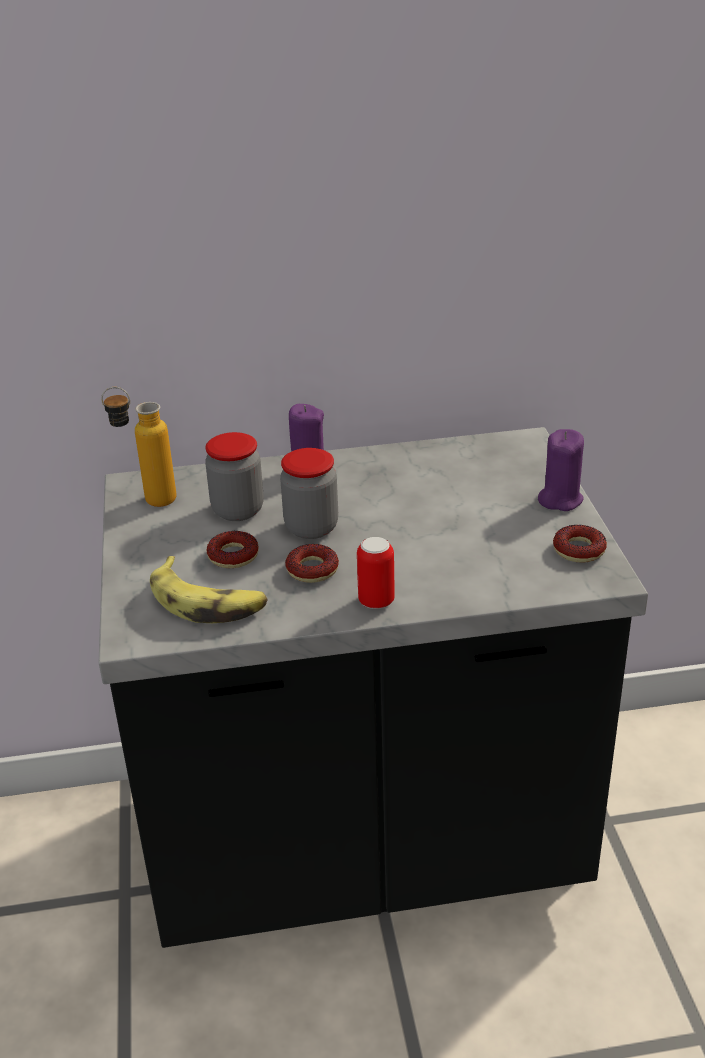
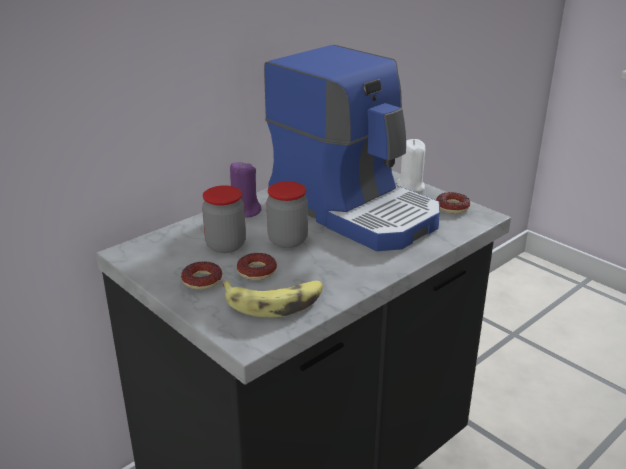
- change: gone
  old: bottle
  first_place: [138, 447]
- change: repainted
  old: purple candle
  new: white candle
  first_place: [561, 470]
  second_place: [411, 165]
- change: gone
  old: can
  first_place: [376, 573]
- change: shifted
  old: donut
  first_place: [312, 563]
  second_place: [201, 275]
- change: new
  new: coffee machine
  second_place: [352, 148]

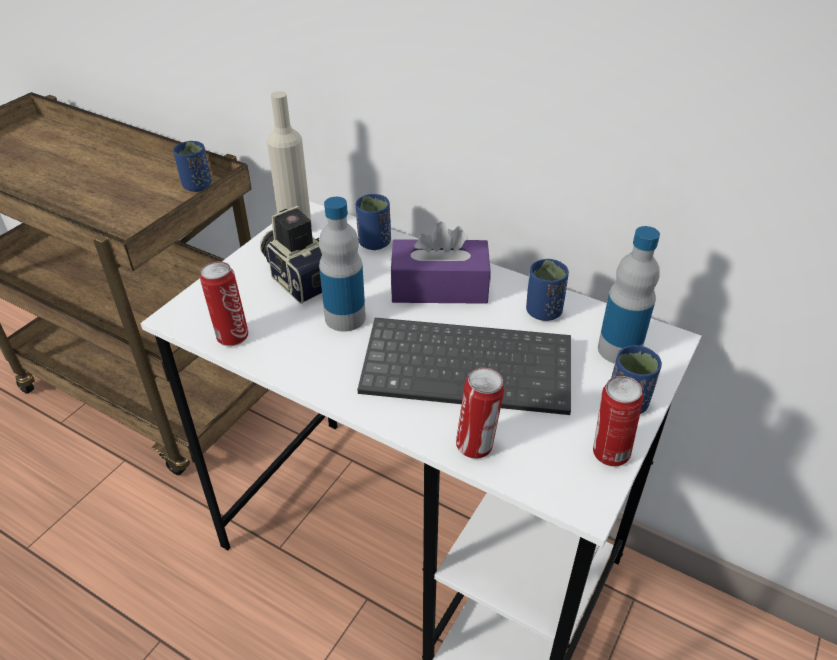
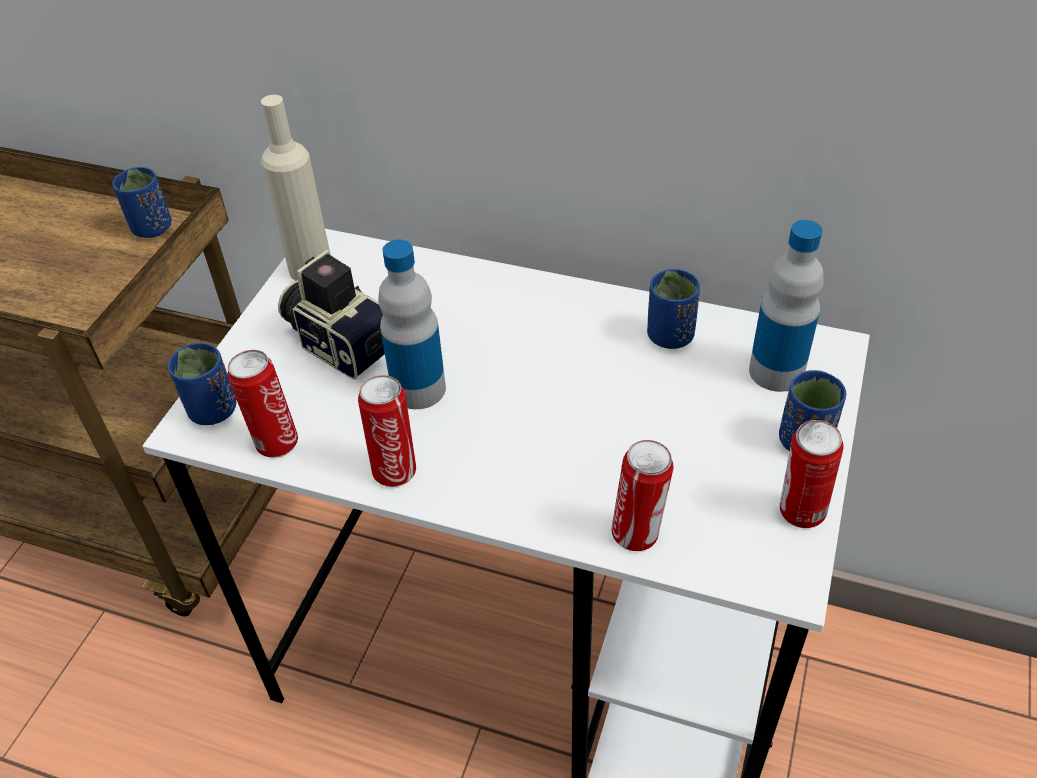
- change: shifted
  old: blue cup
  first_place: [373, 222]
  second_place: [202, 384]
- change: gone
  old: purple tissue box
  first_place: [440, 263]
- change: gone
  old: keyboard
  first_place: [464, 366]
- change: new
  new: can
  second_place: [387, 431]

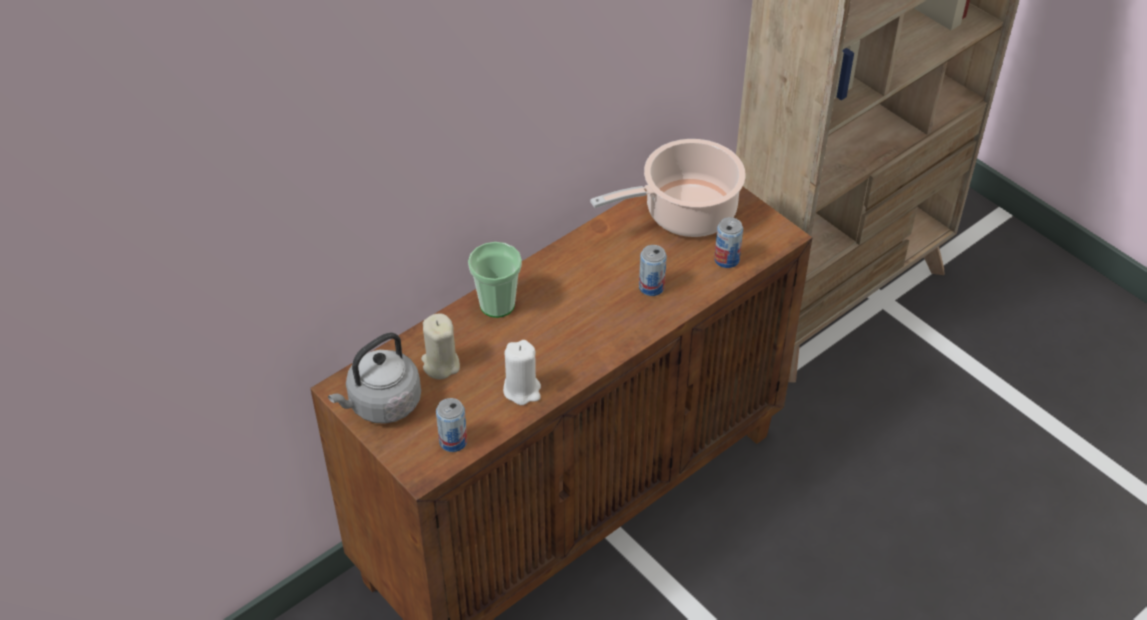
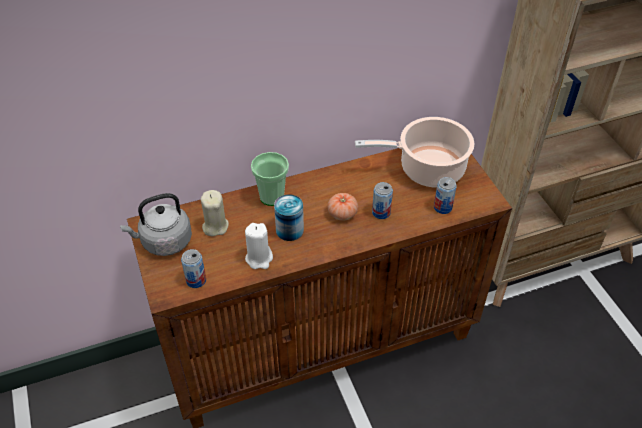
- change: new
  new: tomato
  second_place: [342, 207]
- change: new
  new: can
  second_place: [289, 217]

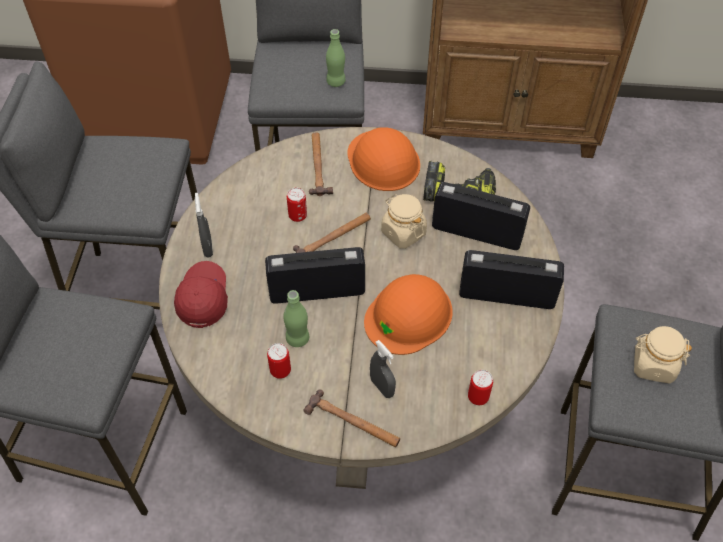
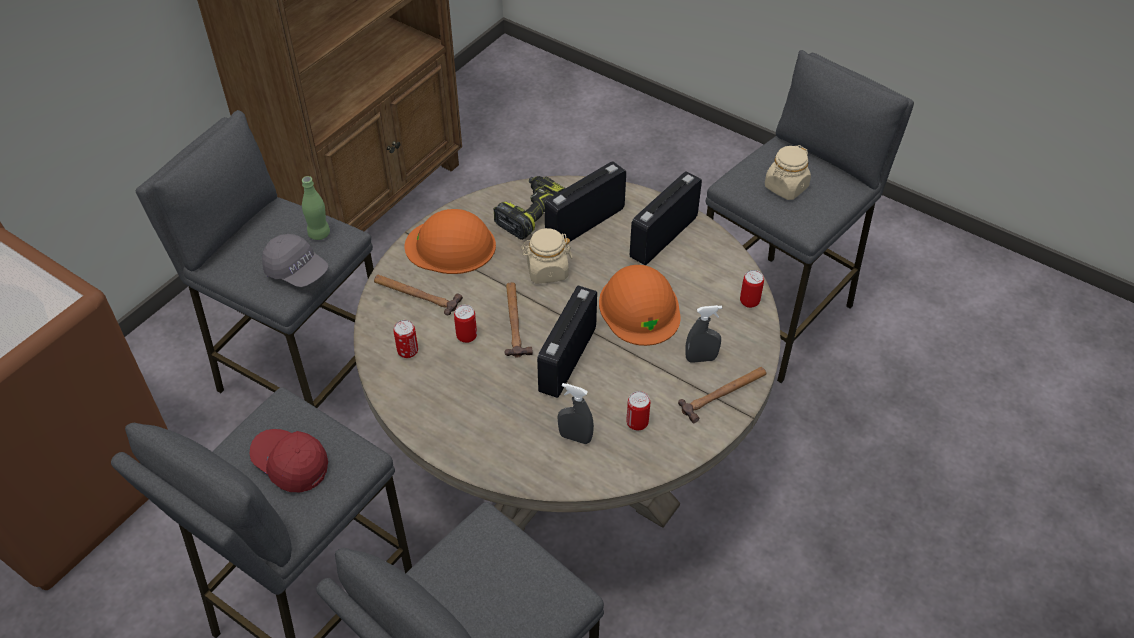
- change: shifted
  old: grey spray bottle
  first_place: [204, 225]
  second_place: [576, 413]
- change: shifted
  old: red cap
  first_place: [201, 294]
  second_place: [289, 460]
- change: gone
  old: green bottle
  first_place: [296, 318]
- change: new
  new: grey cap
  second_place: [295, 260]
- change: new
  new: can
  second_place: [406, 339]

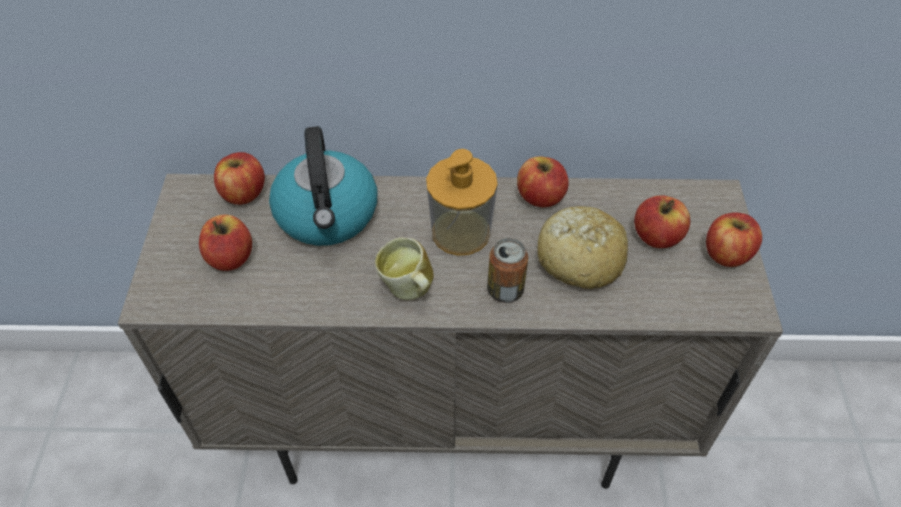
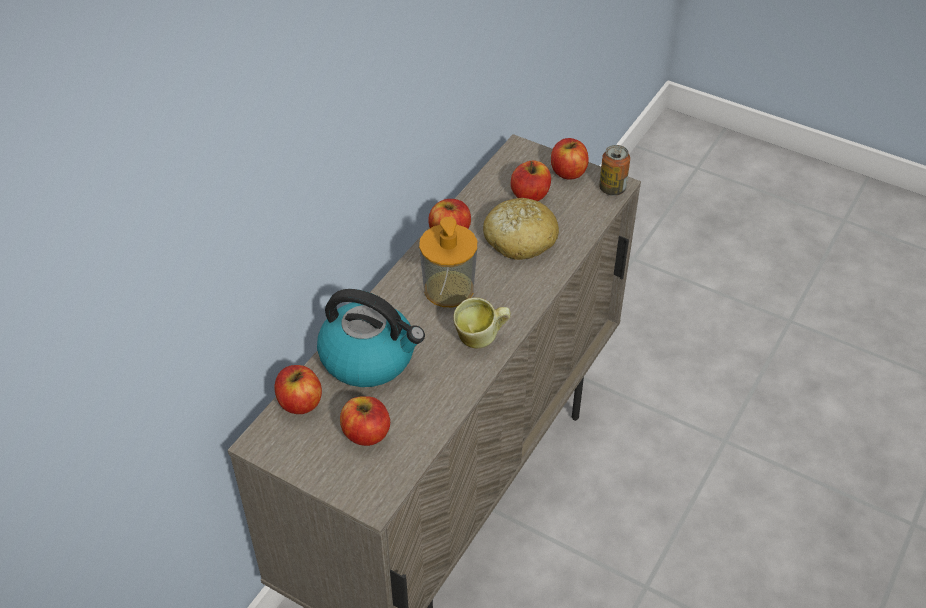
- change: shifted
  old: can
  first_place: [507, 270]
  second_place: [614, 170]

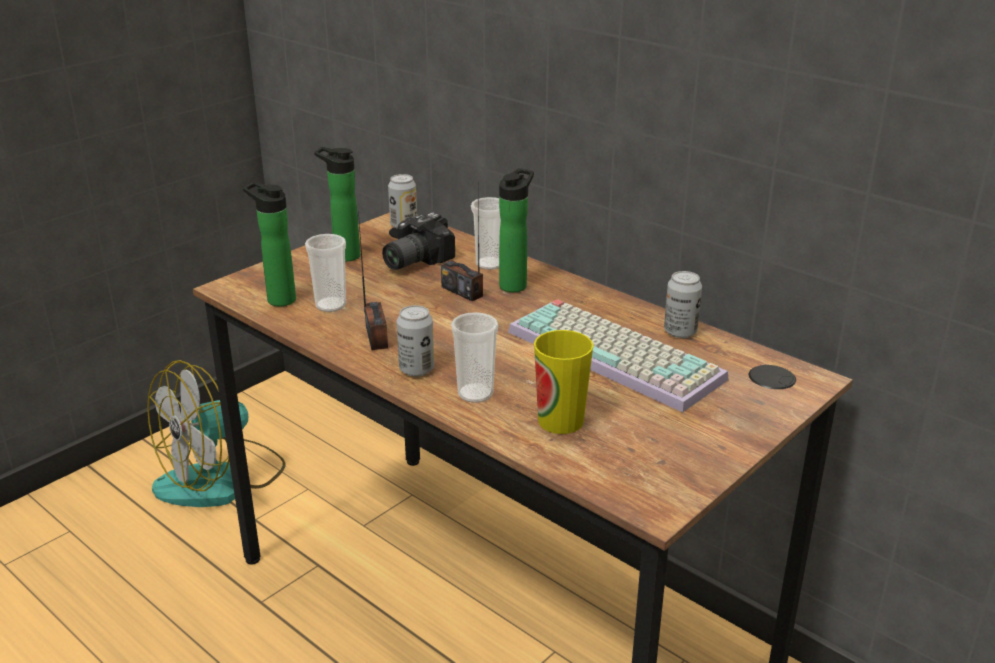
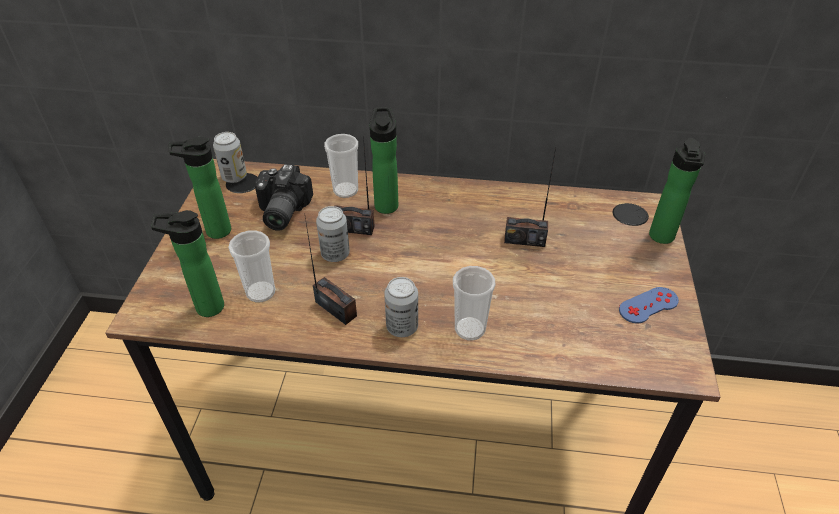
- change: shifted
  old: can
  first_place: [683, 304]
  second_place: [333, 234]
- change: swapped
  old: keyboard
  new: radio
  first_place: [618, 355]
  second_place: [530, 197]
- change: gone
  old: cup
  first_place: [564, 382]
- change: gone
  old: fan
  first_place: [216, 433]
- change: new
  new: bottle
  second_place: [677, 191]
- change: new
  new: blue game controller
  second_place: [649, 305]

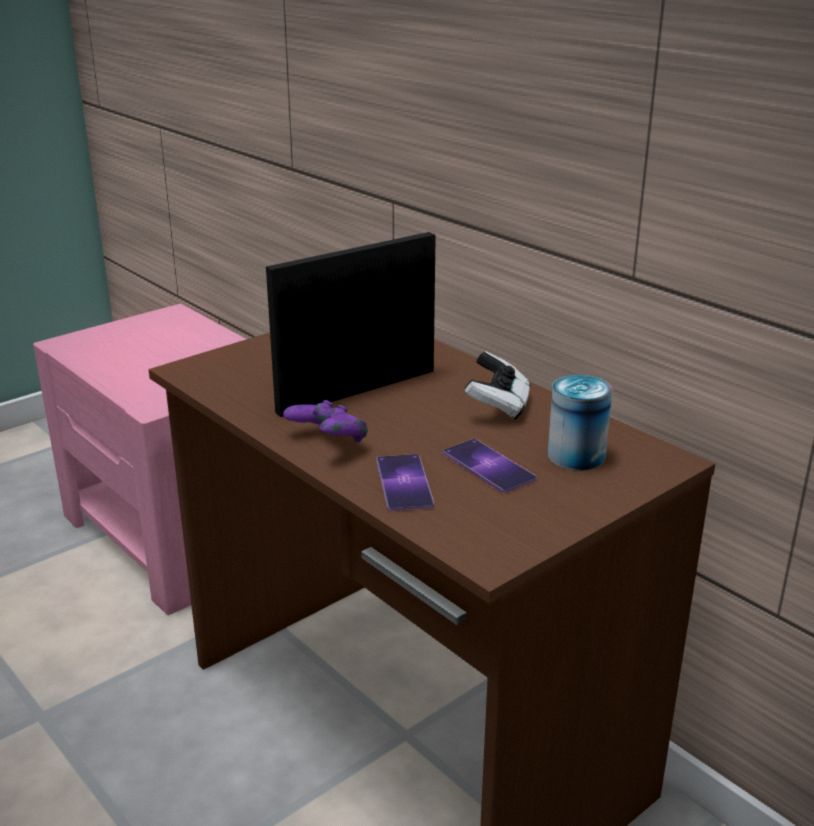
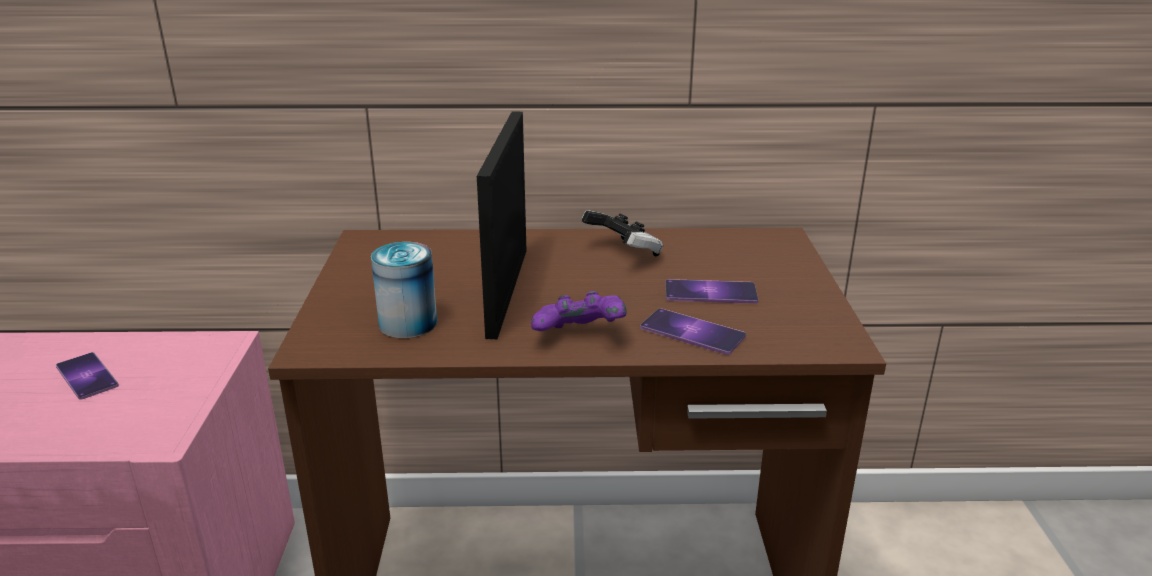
- change: shifted
  old: can
  first_place: [580, 423]
  second_place: [404, 290]
- change: new
  new: phone
  second_place: [87, 376]

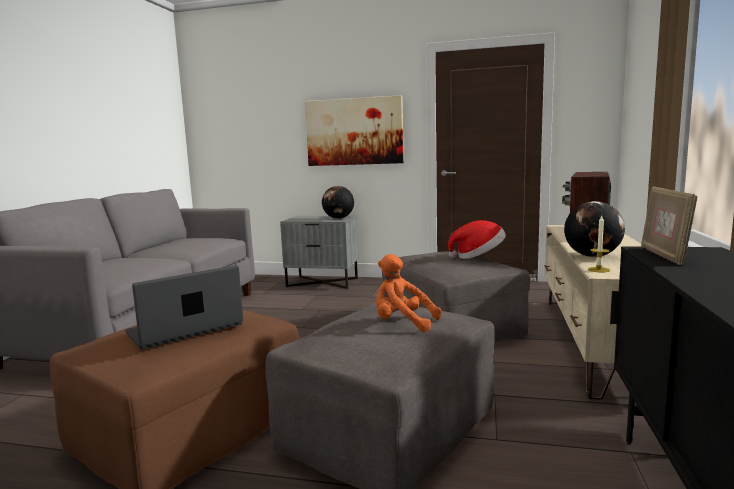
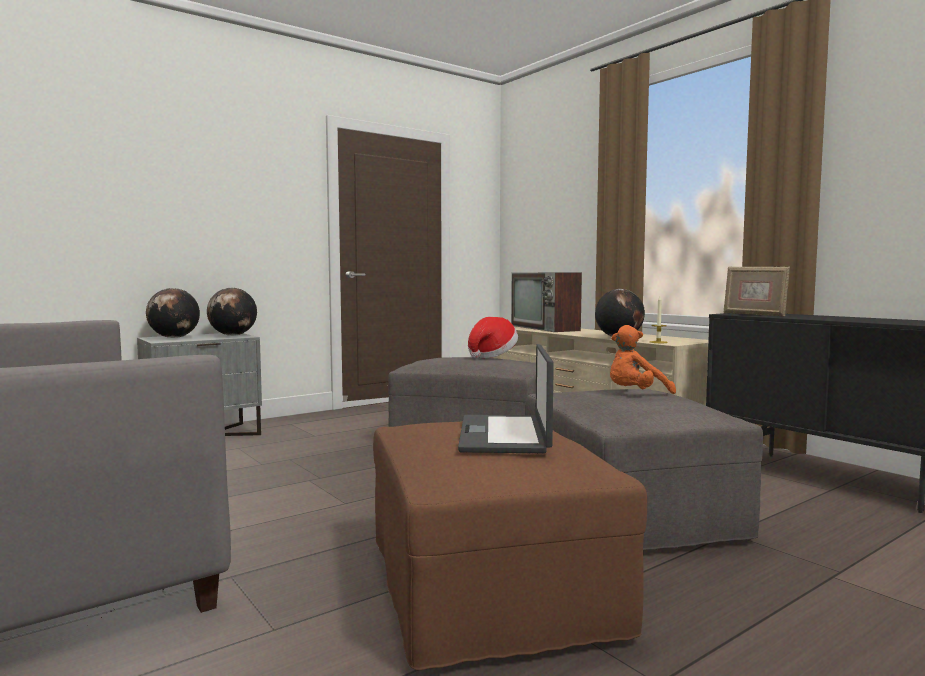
- change: gone
  old: picture
  first_place: [354, 130]
- change: new
  new: globe
  second_place: [173, 313]

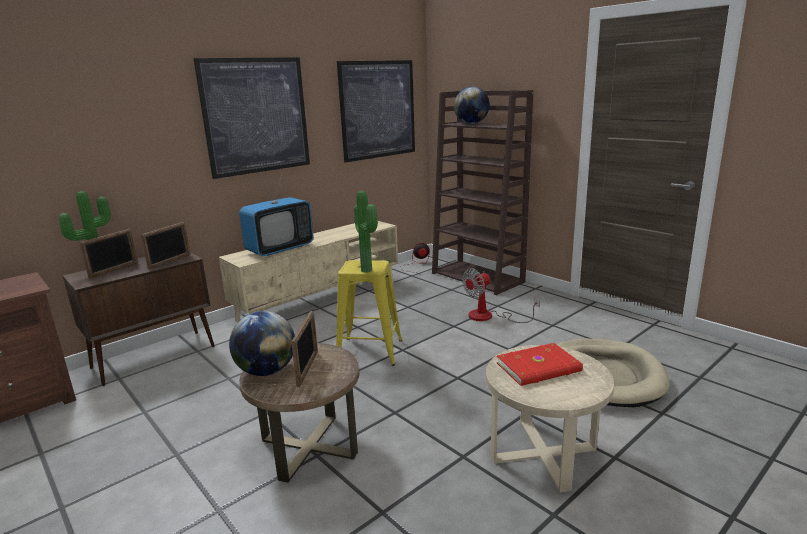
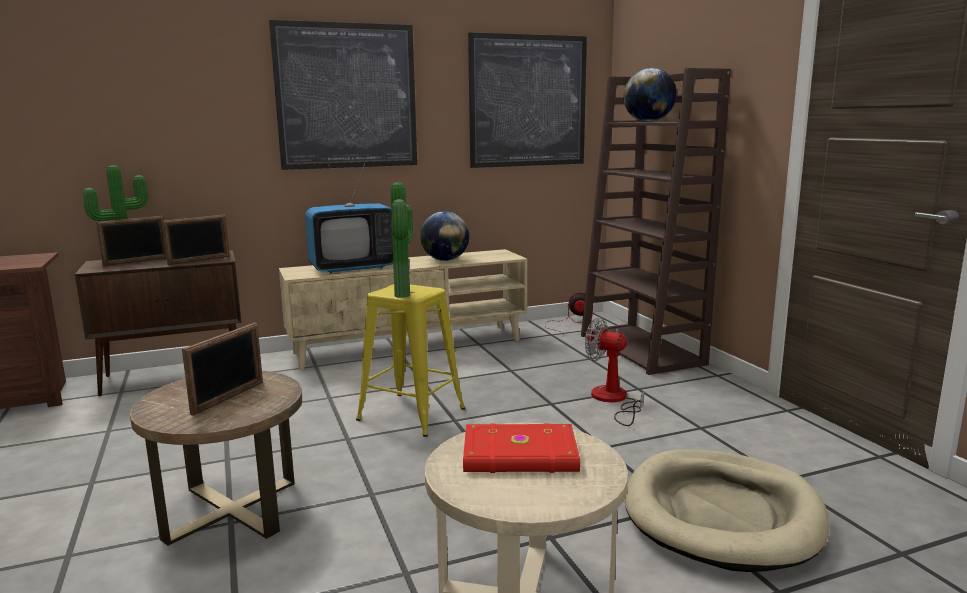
- change: rotated
  old: fan
  first_place: [501, 295]
  second_place: [614, 371]
  degrees: 45
- change: shifted
  old: globe
  first_place: [262, 343]
  second_place: [444, 236]

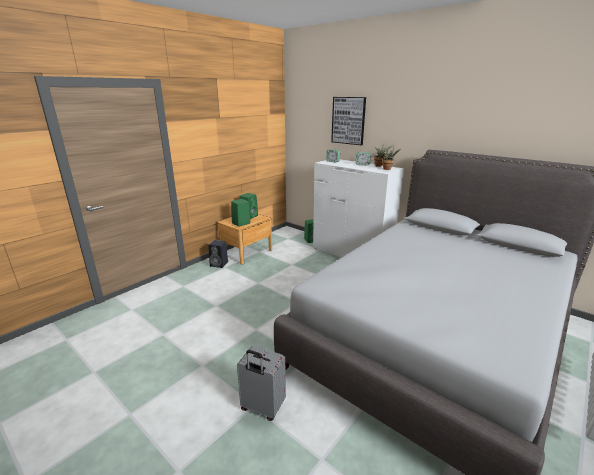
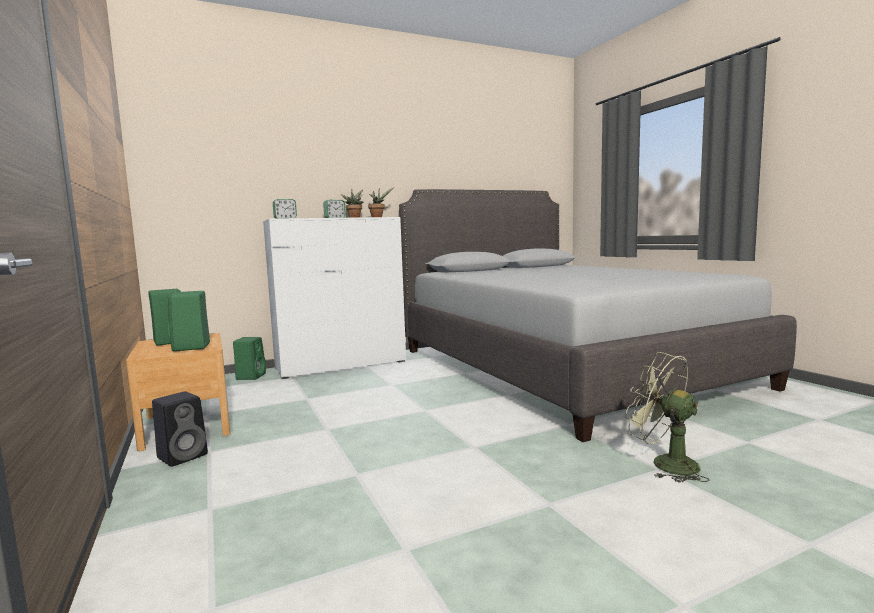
- change: gone
  old: picture
  first_place: [348, 121]
- change: swapped
  old: grey suitcase
  new: green fan
  first_place: [261, 383]
  second_place: [667, 417]

